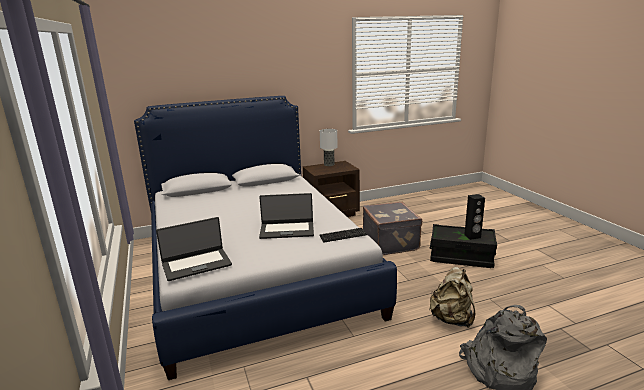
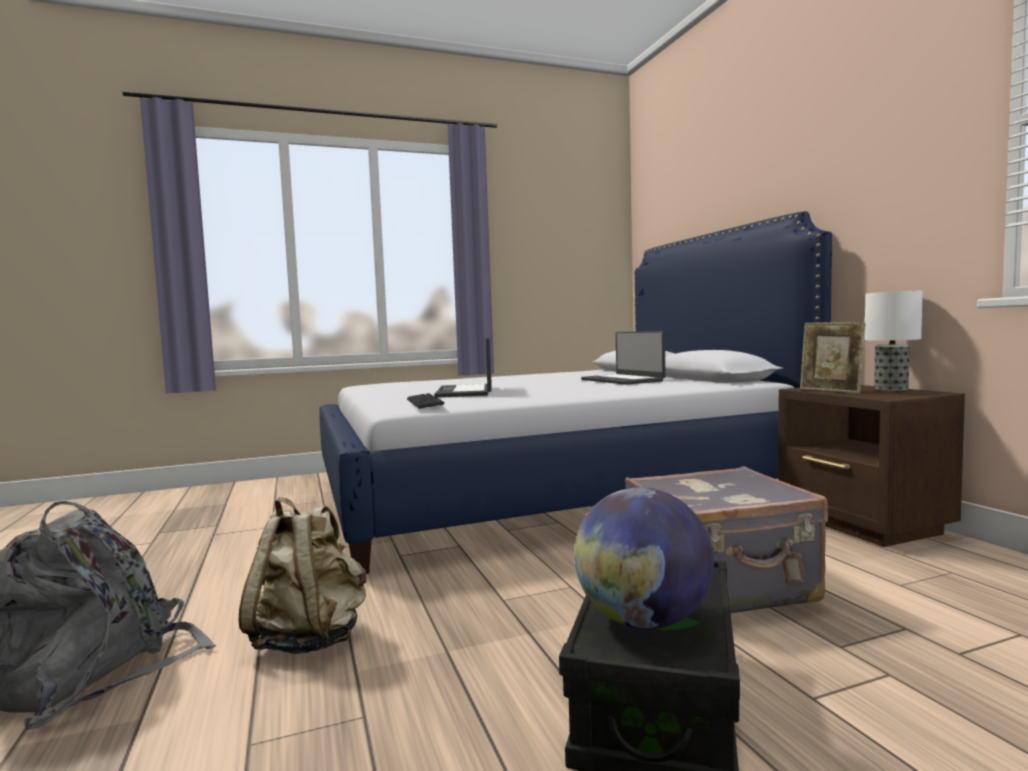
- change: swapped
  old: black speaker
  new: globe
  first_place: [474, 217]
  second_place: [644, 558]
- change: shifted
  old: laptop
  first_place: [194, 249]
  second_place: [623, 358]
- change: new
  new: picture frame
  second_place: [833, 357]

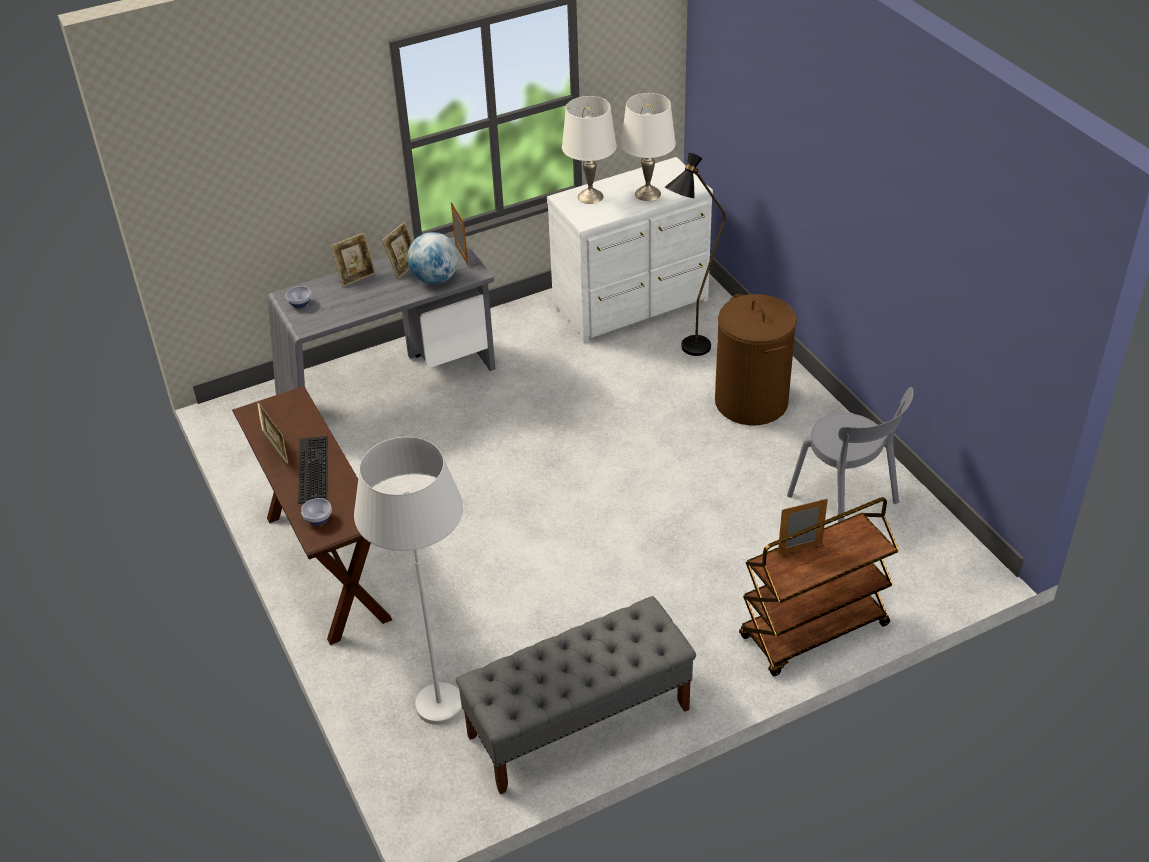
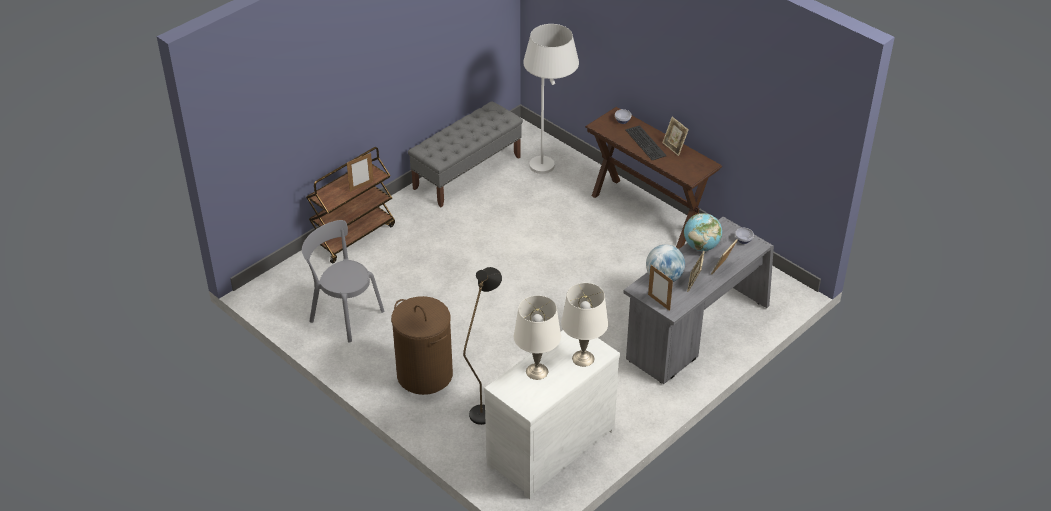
- change: new
  new: globe
  second_place: [703, 232]

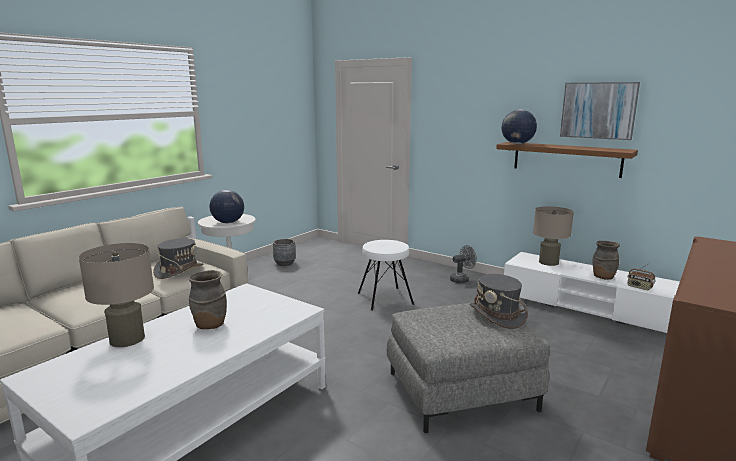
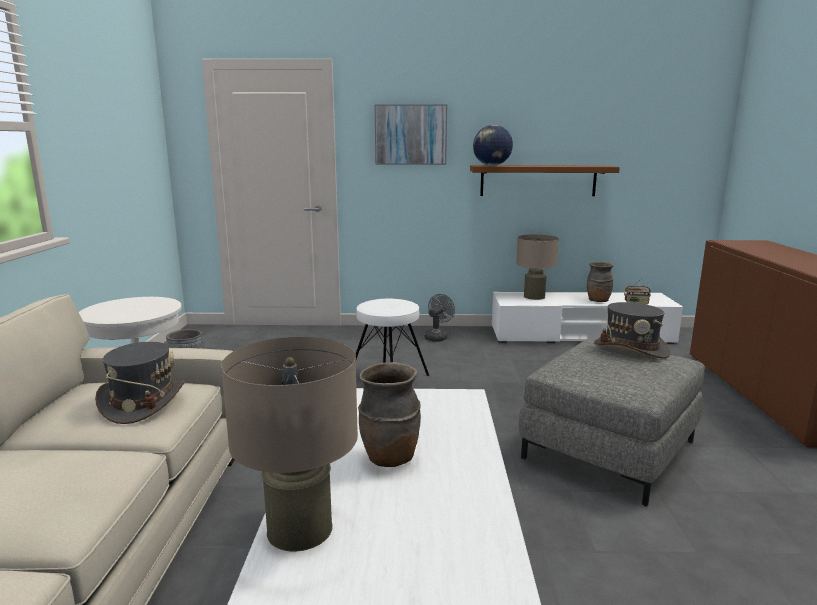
- change: shifted
  old: picture
  first_place: [600, 111]
  second_place: [411, 134]
- change: gone
  old: globe
  first_place: [227, 206]

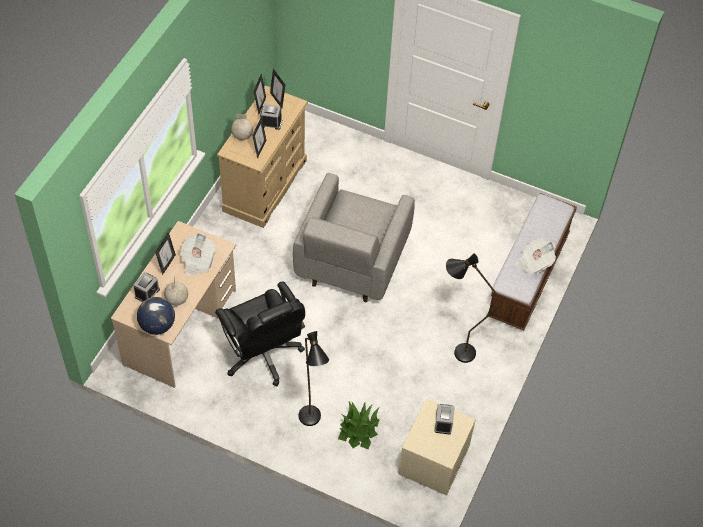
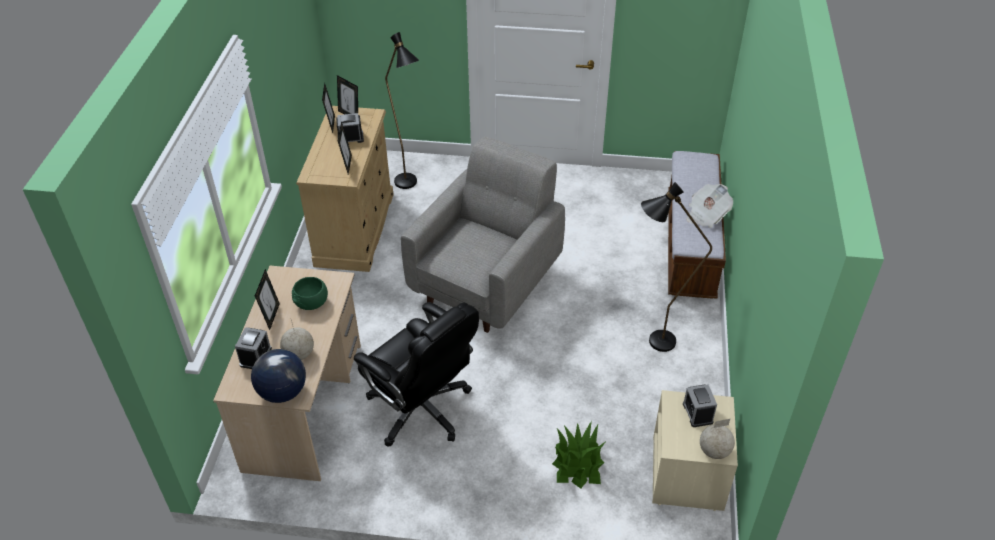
- change: shifted
  old: globe
  first_place: [242, 126]
  second_place: [717, 439]
- change: rotated
  old: grey armchair
  first_place: [354, 238]
  second_place: [483, 234]
  degrees: -150
- change: swapped
  old: newspaper
  new: green bowl
  first_place: [198, 254]
  second_place: [310, 293]
- change: shifted
  old: black floor lamp
  first_place: [314, 378]
  second_place: [402, 110]

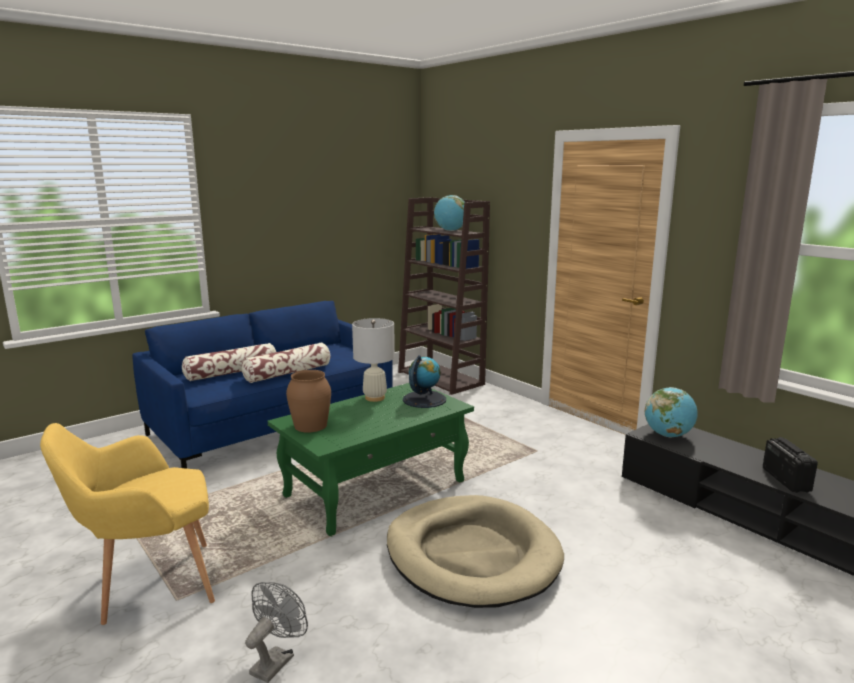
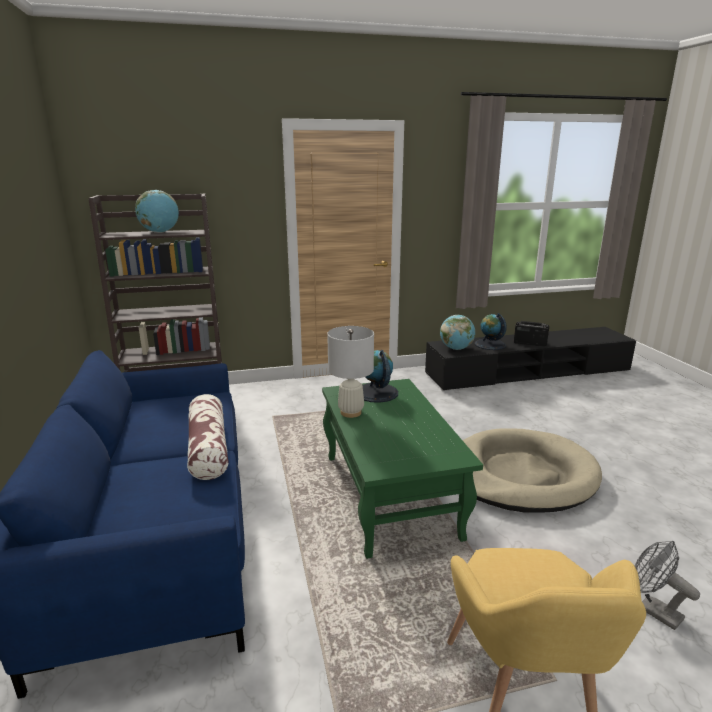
- change: gone
  old: pillow
  first_place: [229, 362]
- change: gone
  old: brown vase
  first_place: [308, 401]
- change: new
  new: globe
  second_place: [491, 331]

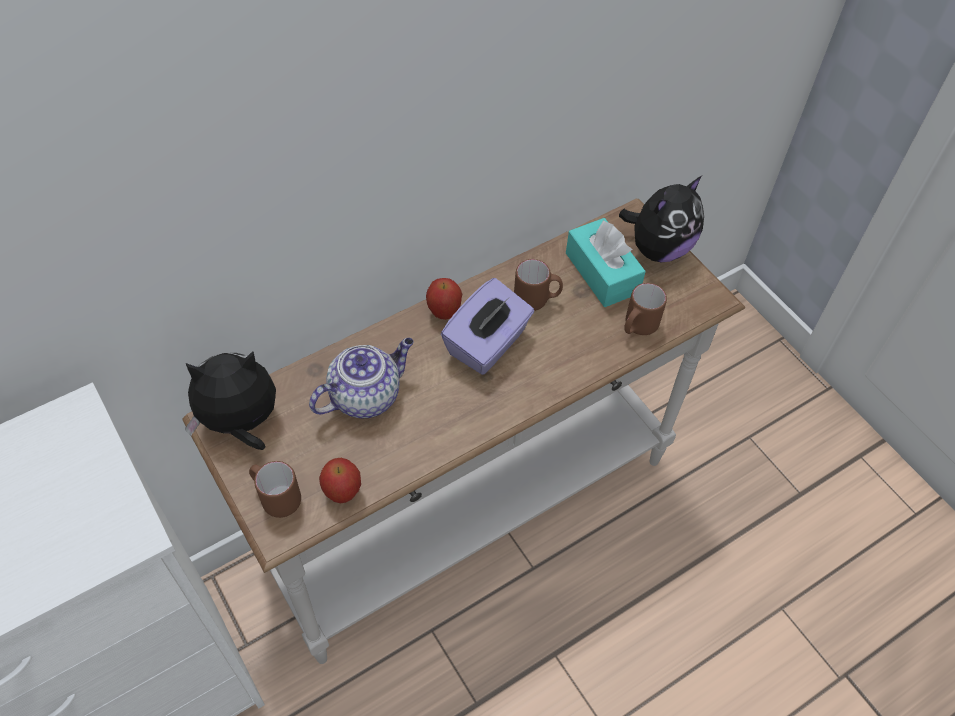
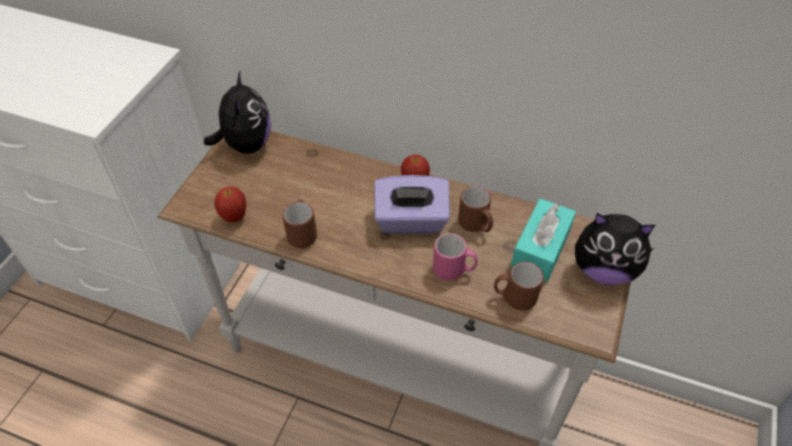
- change: gone
  old: teapot
  first_place: [361, 378]
- change: rotated
  old: plush toy
  first_place: [230, 400]
  second_place: [237, 112]
  degrees: 45
- change: shifted
  old: brown mug
  first_place: [275, 489]
  second_place: [300, 224]
- change: new
  new: pink mug
  second_place: [455, 257]

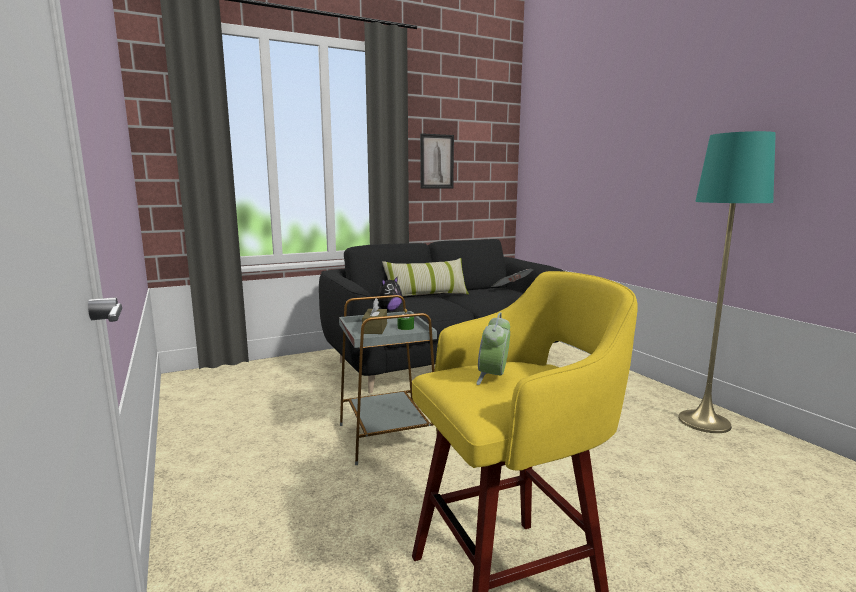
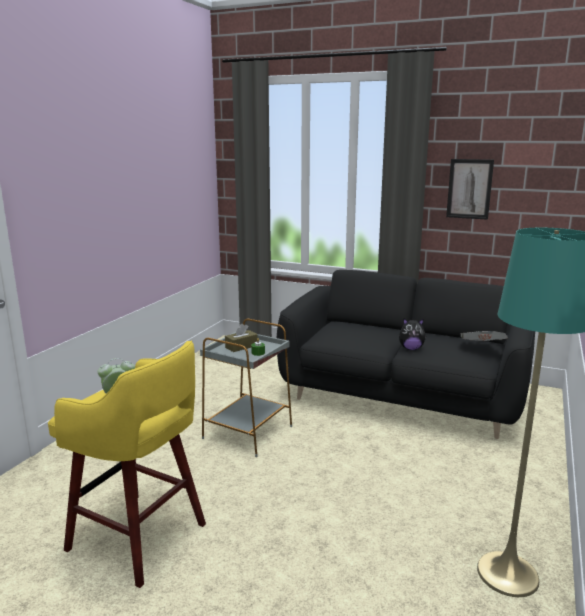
- change: gone
  old: pillow
  first_place: [425, 277]
- change: shifted
  old: plush toy
  first_place: [388, 293]
  second_place: [412, 334]

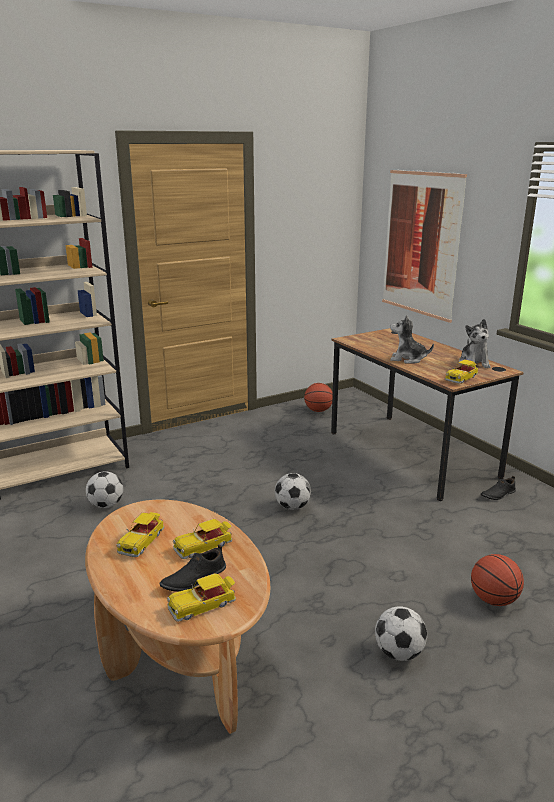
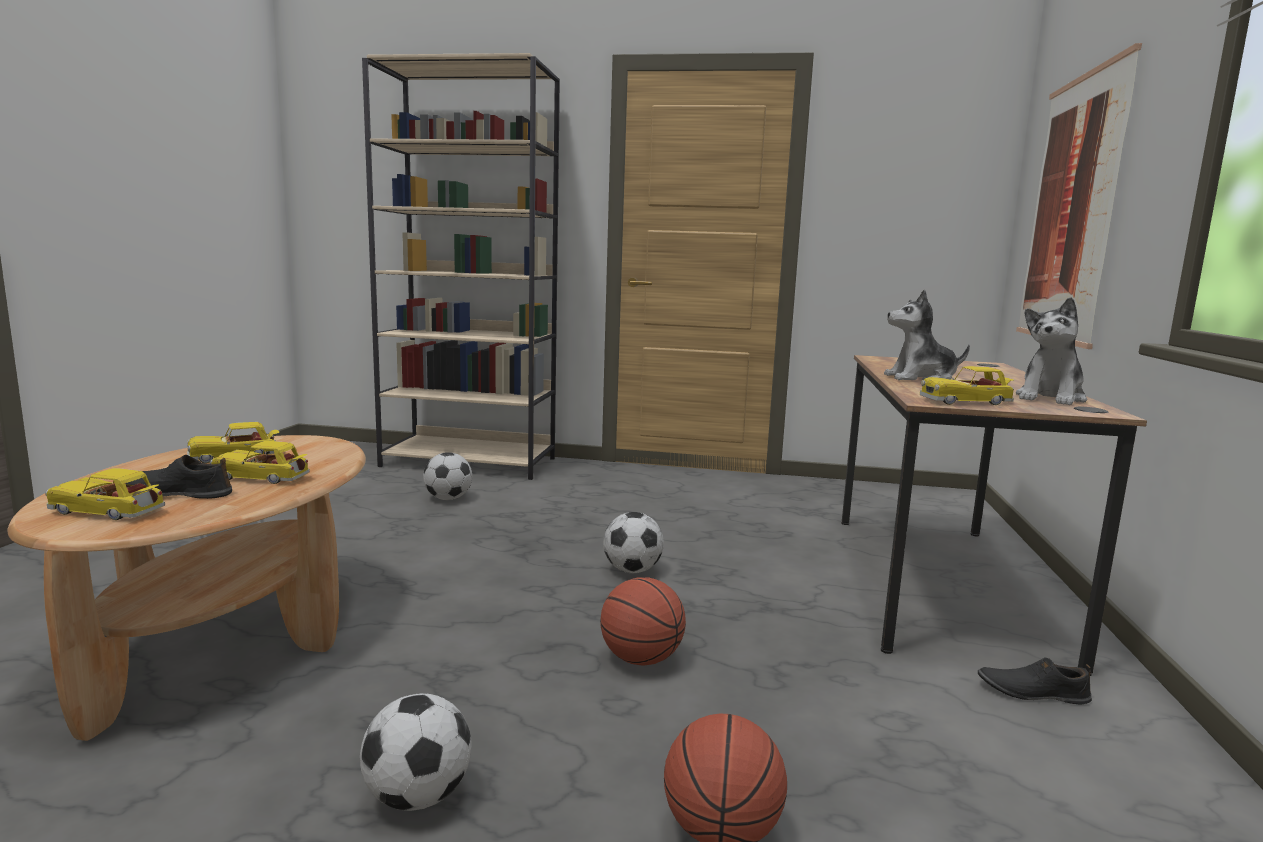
- change: rotated
  old: plush toy
  first_place: [412, 339]
  second_place: [927, 334]
  degrees: -60
- change: shifted
  old: basketball
  first_place: [318, 397]
  second_place: [643, 621]

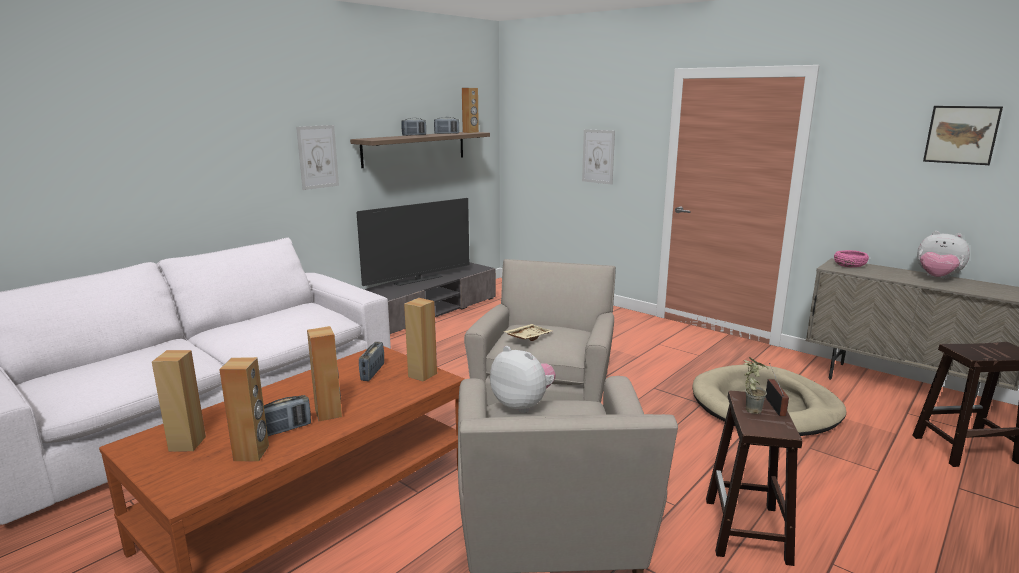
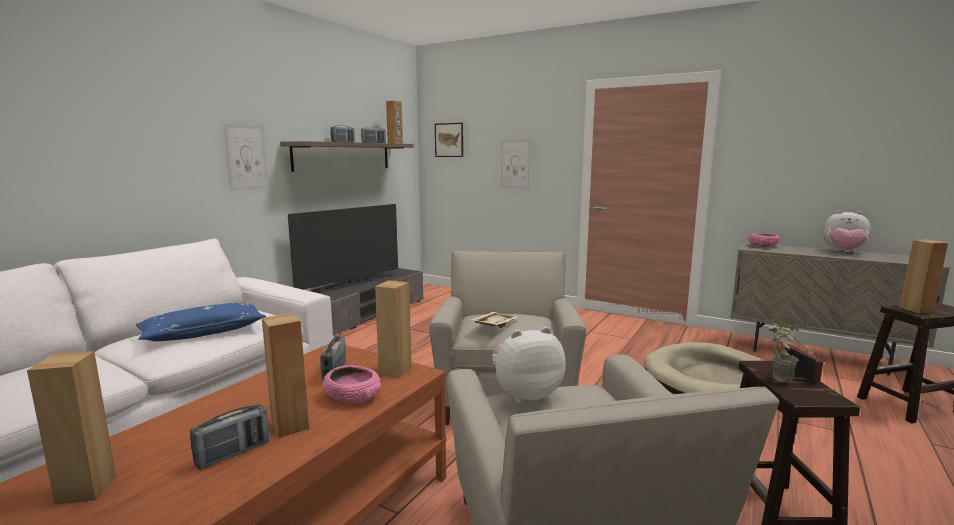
- change: shifted
  old: picture
  first_place: [963, 135]
  second_place: [449, 140]
- change: rotated
  old: plush toy
  first_place: [523, 379]
  second_place: [529, 365]
  degrees: -45
- change: shifted
  old: brown speaker
  first_place: [244, 409]
  second_place: [923, 276]
- change: new
  new: blue pillow
  second_place: [201, 322]
- change: new
  new: pink bowl
  second_place: [352, 384]

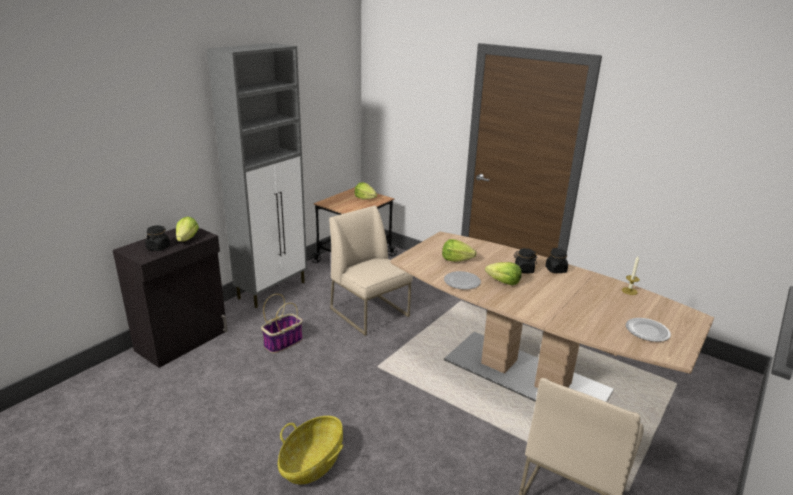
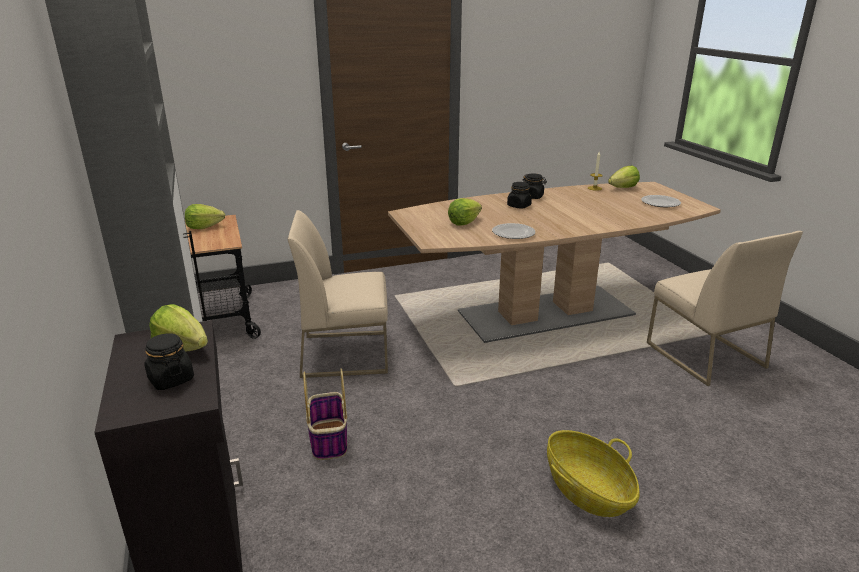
- change: shifted
  old: lettuce
  first_place: [503, 273]
  second_place: [624, 177]

